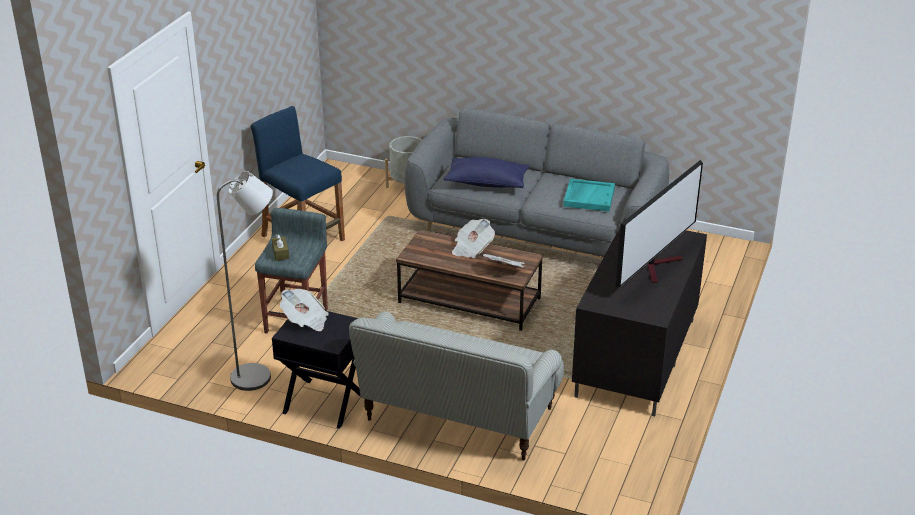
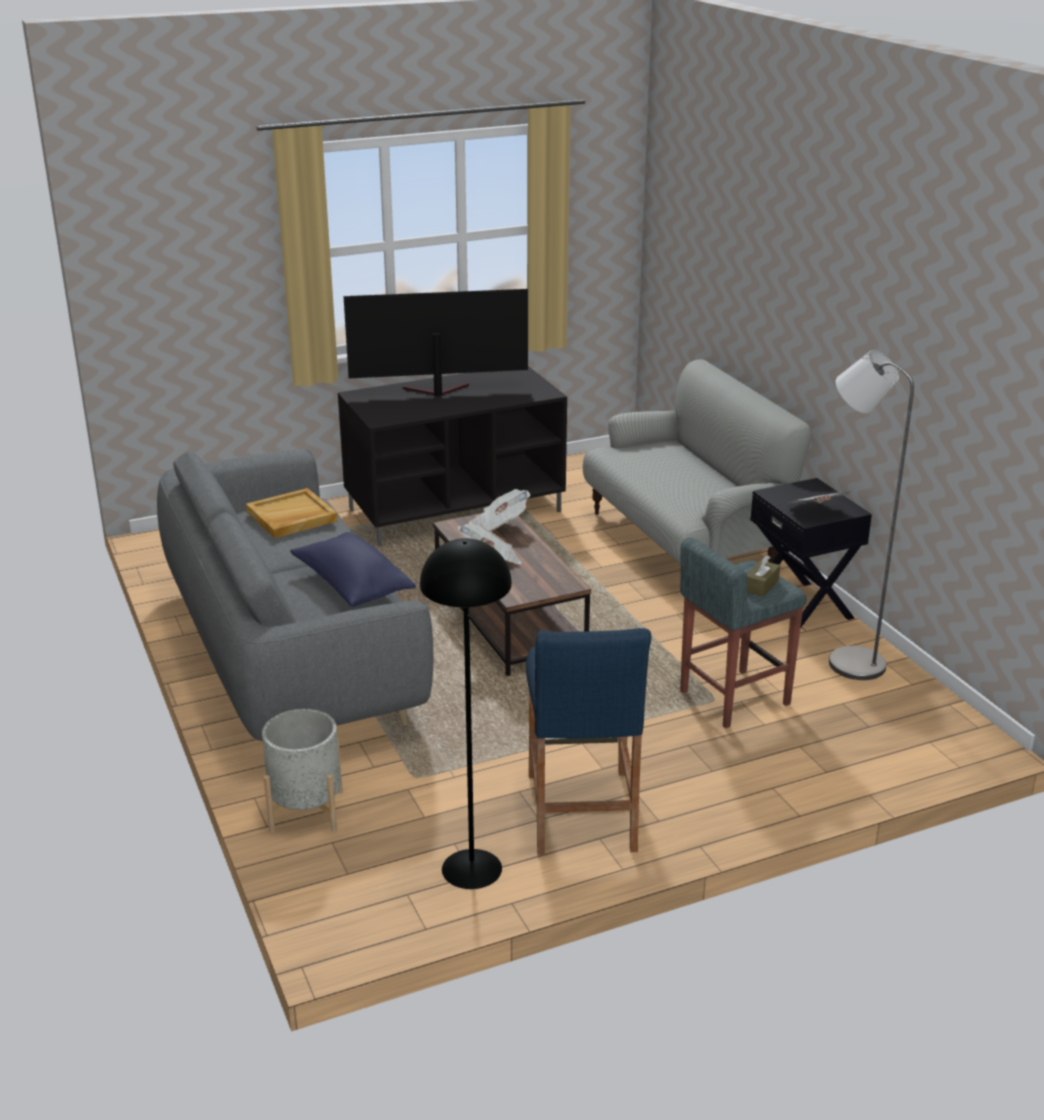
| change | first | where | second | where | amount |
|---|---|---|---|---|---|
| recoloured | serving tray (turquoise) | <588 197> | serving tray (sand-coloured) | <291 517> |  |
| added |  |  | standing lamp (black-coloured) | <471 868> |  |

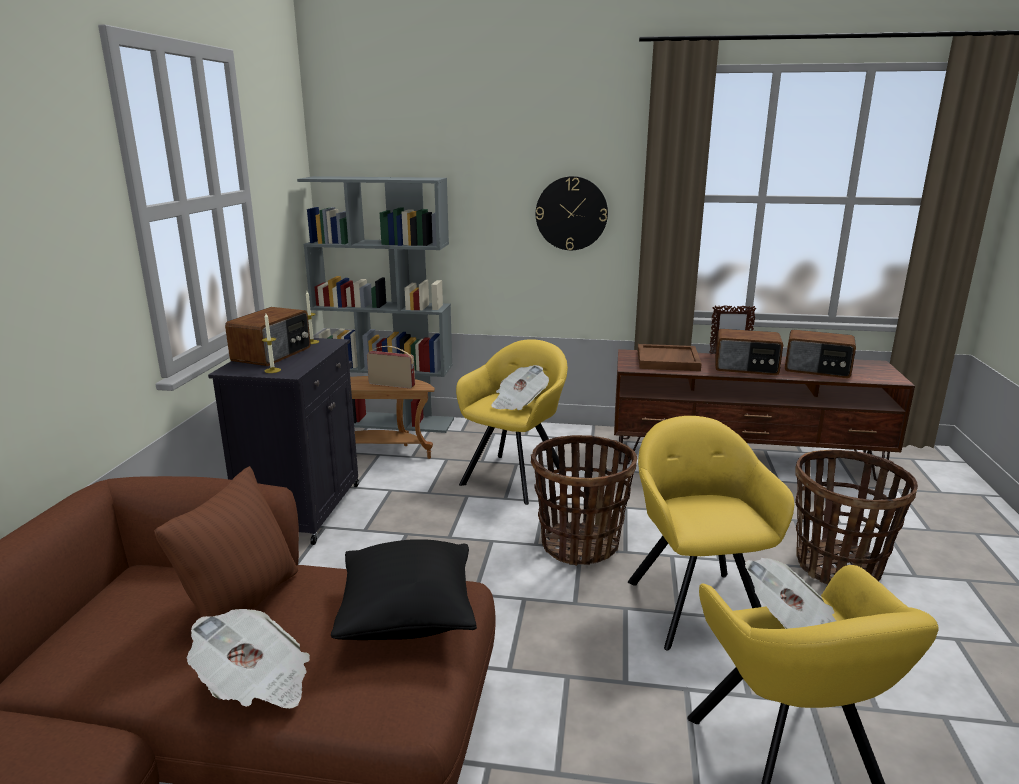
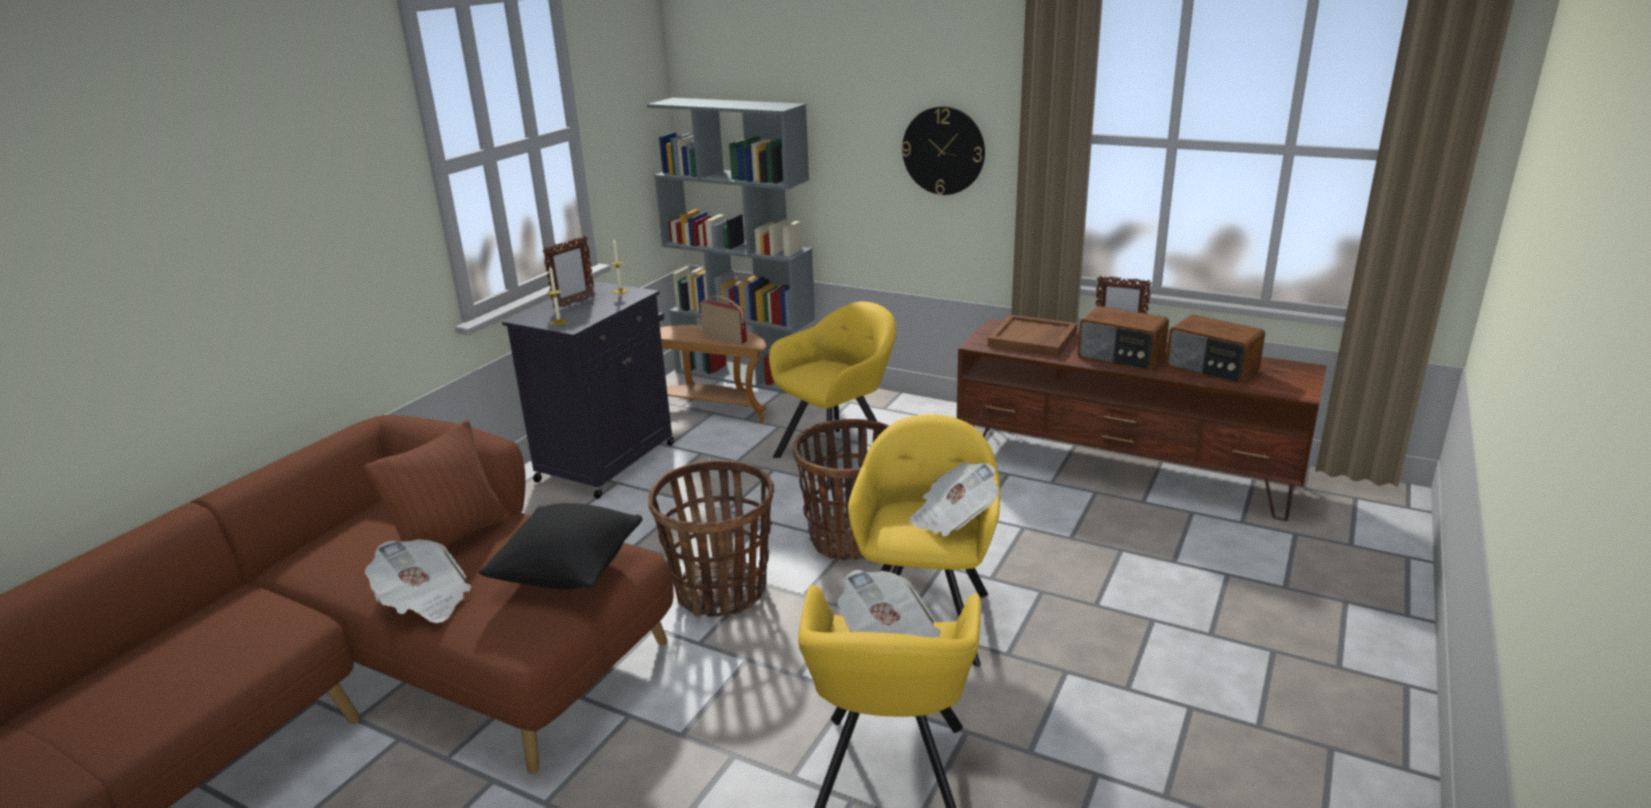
| change | first | where | second | where | amount |
|---|---|---|---|---|---|
| replaced | radio set | <273 354> | photo frame | <574 303> |  |
| moved | daily paper | <518 403> |  | <953 518> |  |
| moved | household basket | <838 567> |  | <721 591> |  |

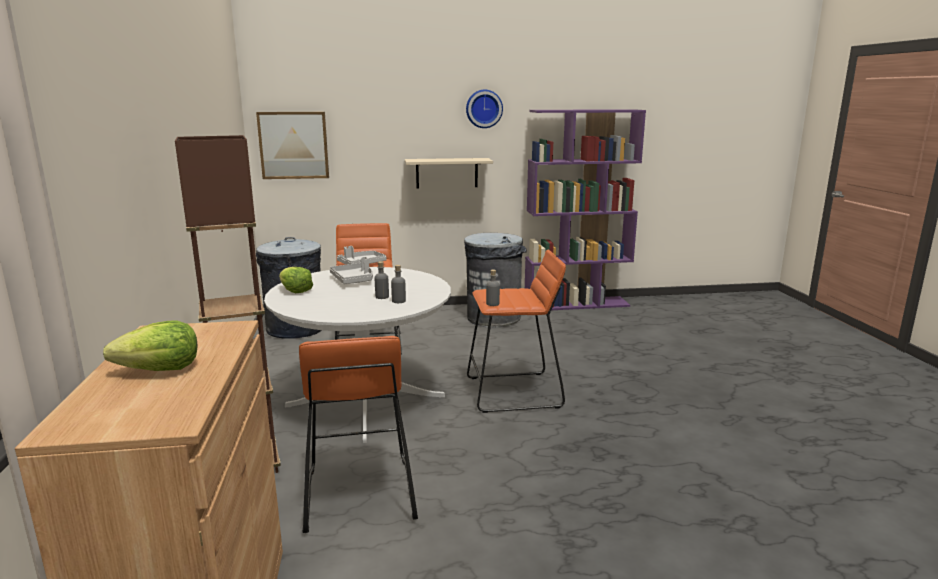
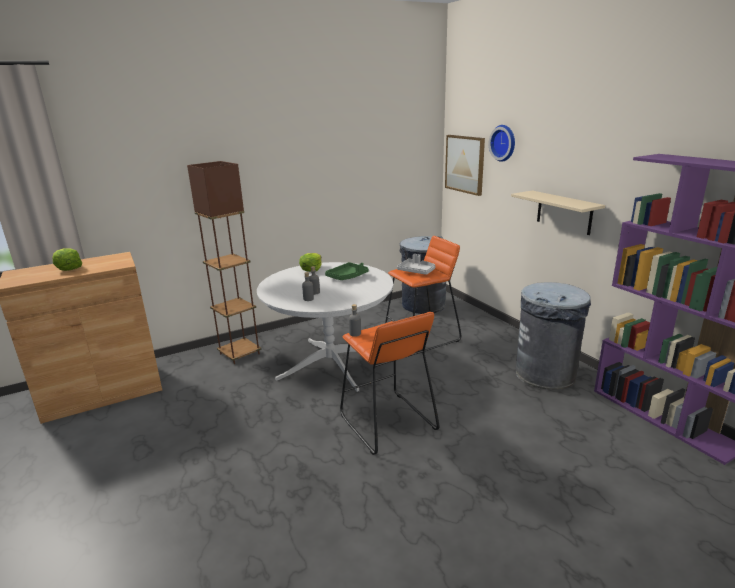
| change | first | where | second | where | amount |
|---|---|---|---|---|---|
| moved | clock on the wall | <484 109> |  | <504 143> |  |
| recoloured | serving tray (gray) | <353 280> | serving tray (green) | <347 277> |  |
| removed | stool (orange) | <358 494> |  |  |  |

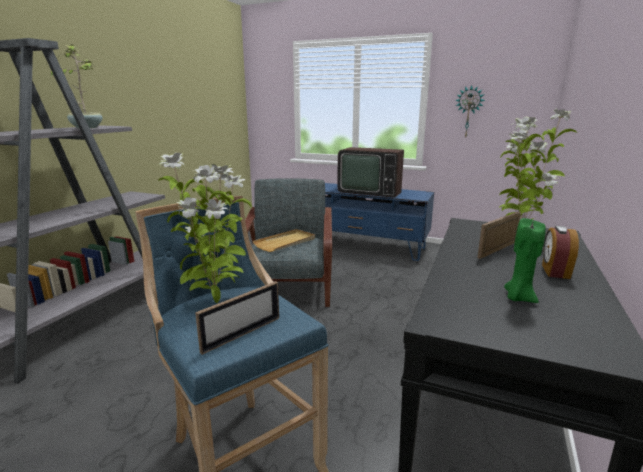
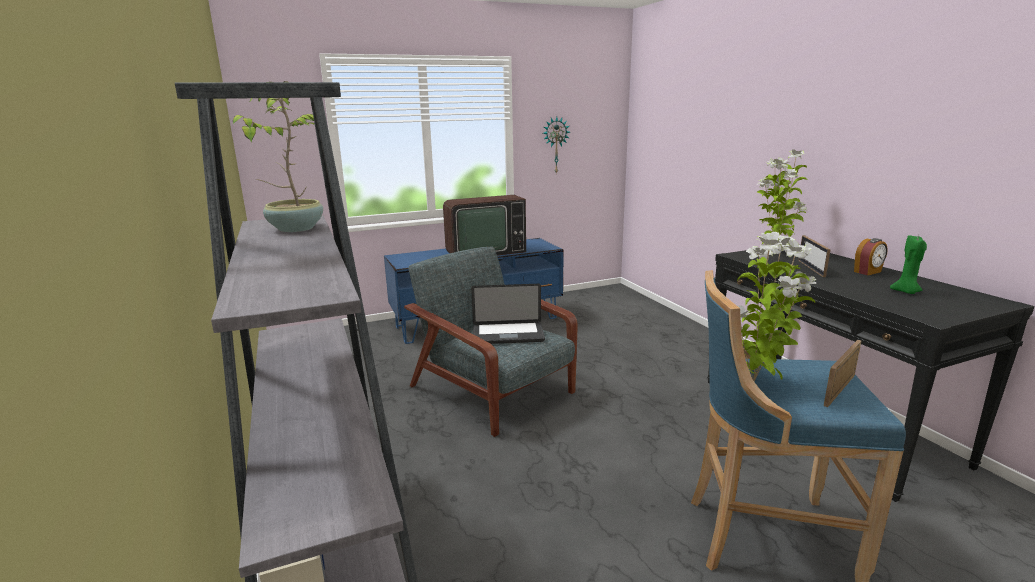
| change | first | where | second | where | amount |
|---|---|---|---|---|---|
| turned | alarm clock | <554 271> |  | <868 272> | 90 degrees counterclockwise |
| replaced | serving tray (sand-coloured) | <285 242> | notebook computer | <508 334> |  |
| turned | photo frame | <242 334> |  | <839 390> | 135 degrees counterclockwise |

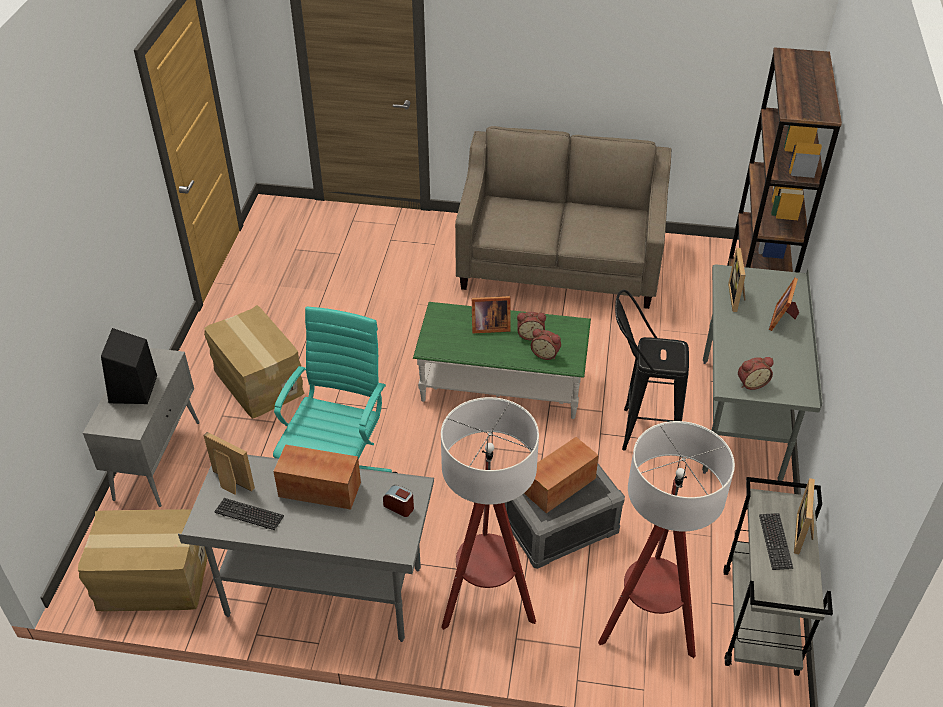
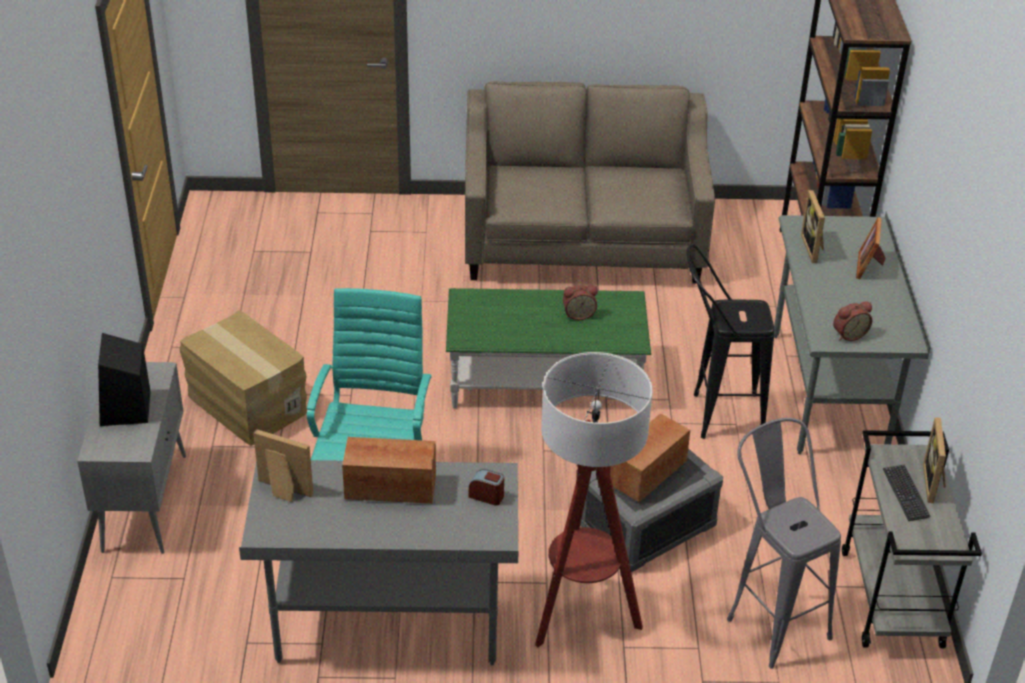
| change | first | where | second | where | amount |
|---|---|---|---|---|---|
| removed | photo frame | <488 326> |  |  |  |
| removed | alarm clock | <545 353> |  |  |  |
| replaced | standing lamp | <647 626> | stool (gray) | <769 618> |  |
| removed | keyboard | <249 515> |  |  |  |
| removed | carton | <152 581> |  |  |  |

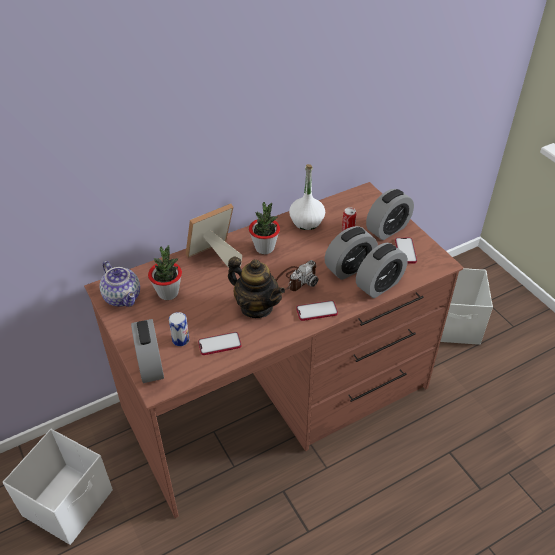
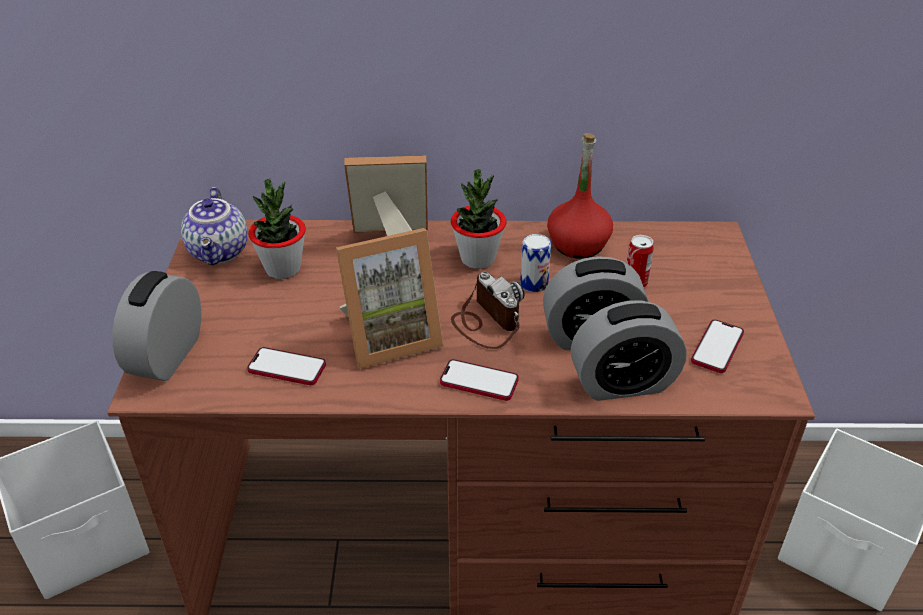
| change | first | where | second | where | amount |
|---|---|---|---|---|---|
| recoloured | bottle (white) | <306 221> | bottle (red-coloured) | <578 244> |  |
| removed | alarm clock | <387 229> |  |  |  |
| replaced | pot for tea | <256 307> | photo frame | <390 337> |  |
| turned | photo camera | <296 280> |  | <486 321> | 105 degrees counterclockwise |
| moved | can | <180 339> |  | <534 284> |  |

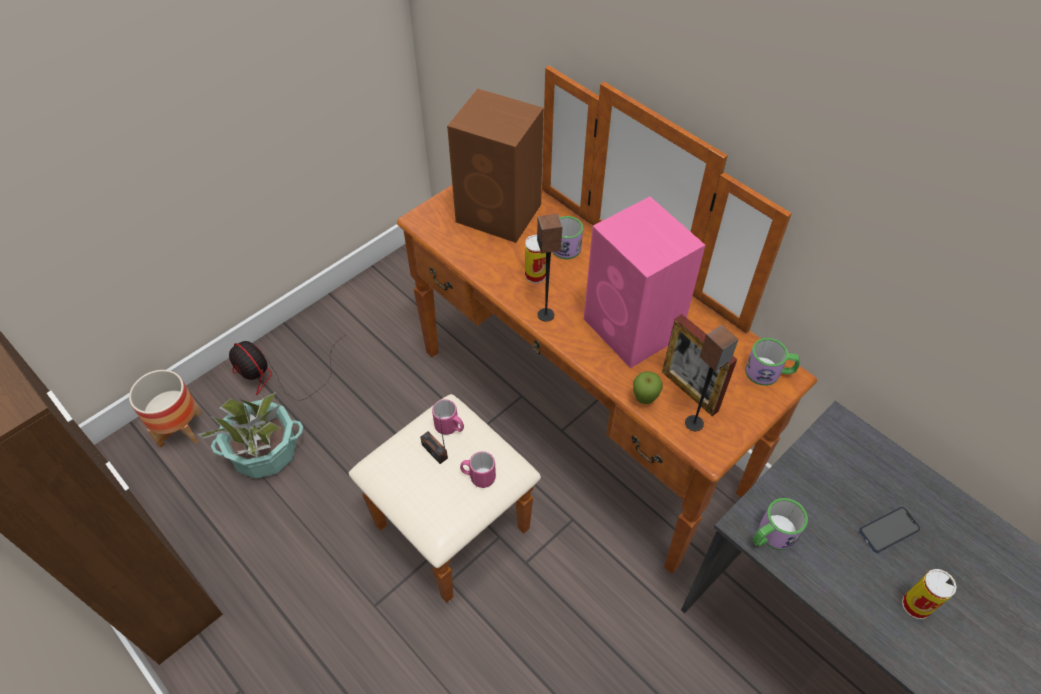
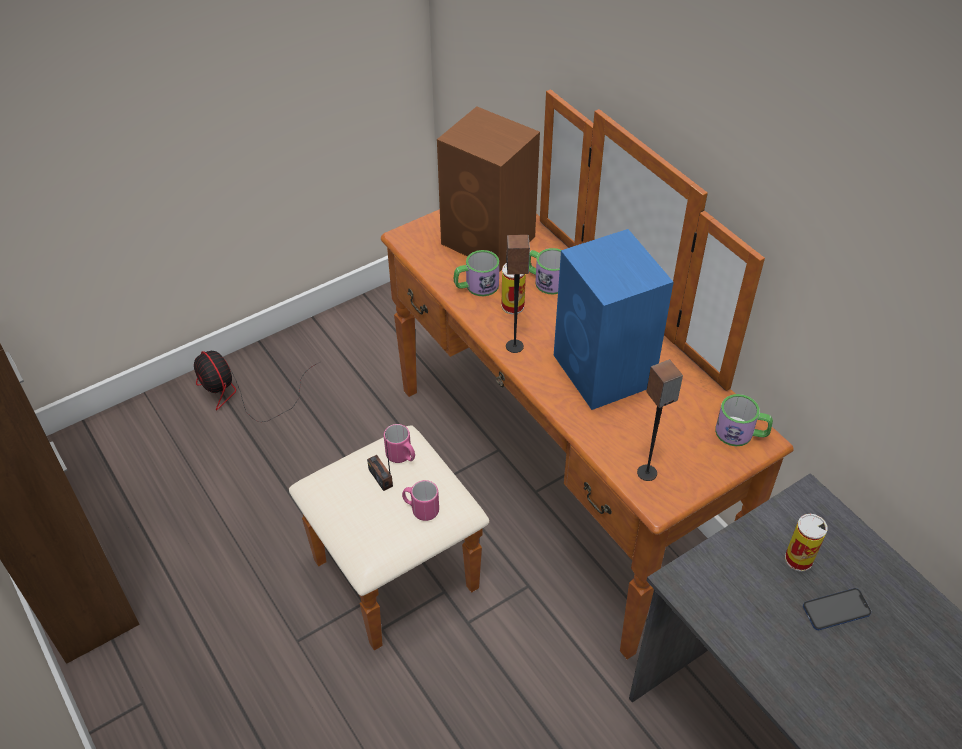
| change | first | where | second | where | amount |
|---|---|---|---|---|---|
| recoloured | speaker (pinkish) | <633 329> | speaker (blue) | <604 372> |  |
| removed | photo frame | <689 391> |  |  |  |
| removed | plant pot | <180 429> |  |  |  |
| removed | apple fruit | <644 399> |  |  |  |
| removed | houseplant | <265 452> |  |  |  |
| moved | coffee mug | <771 535> |  | <476 286> |  |
| moved | can | <916 605> |  | <798 559> |  |

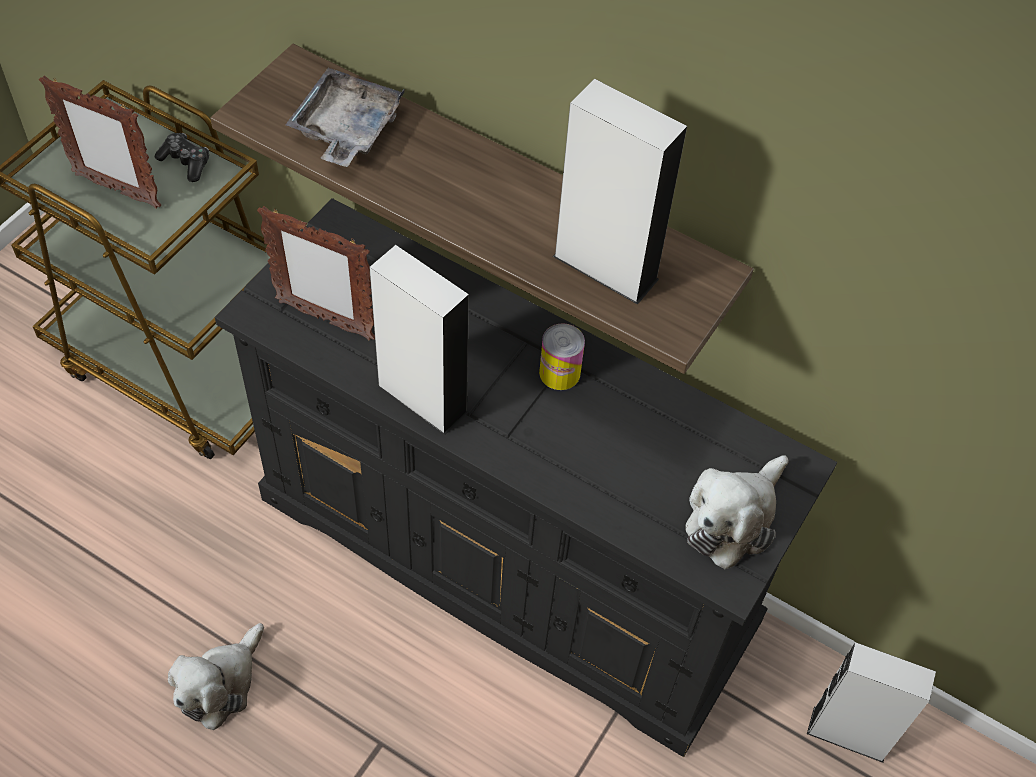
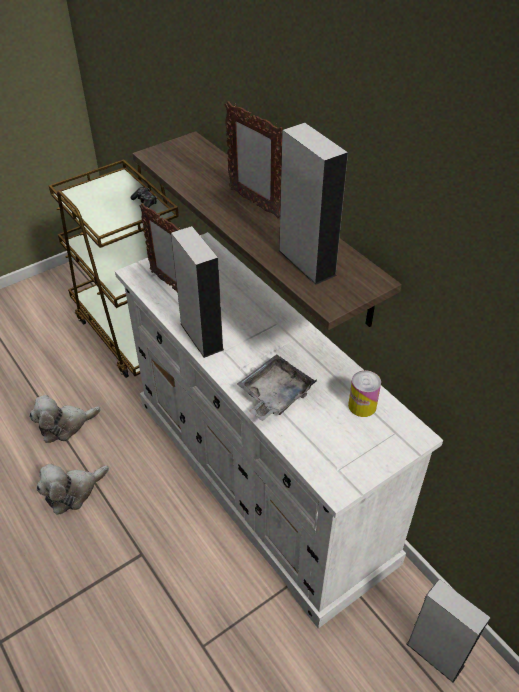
| change | first | where | second | where | amount |
|---|---|---|---|---|---|
| moved | serving tray (gray) | <346 130> |  | <274 395> |  |
| moved | photo frame | <116 190> |  | <254 203> |  |
| recoloured | drawer chest (black-coloured) | <509 561> | drawer chest (white) | <261 478> |  |
| moved | can | <559 373> |  | <362 406> |  |
| moved | plush toy | <732 519> |  | <65 425> |  |

